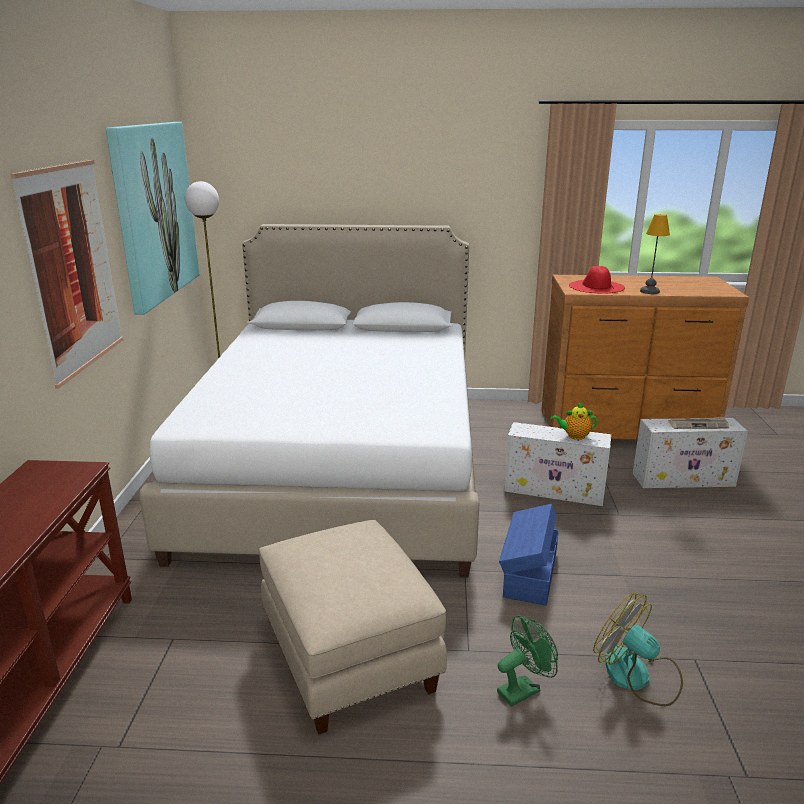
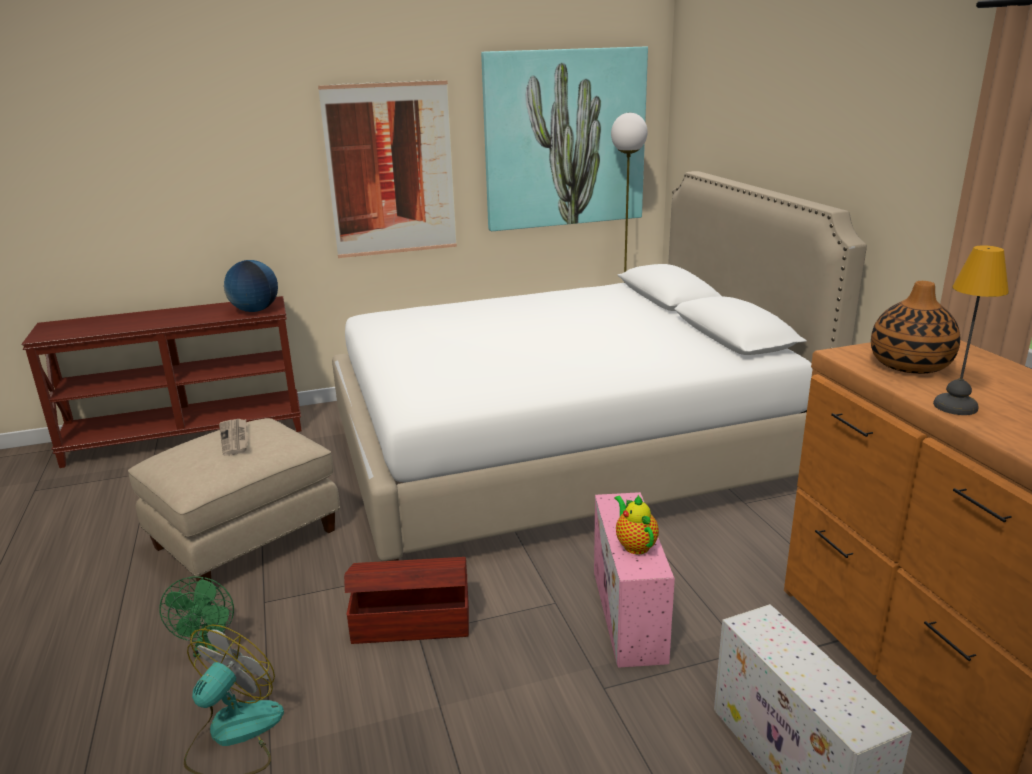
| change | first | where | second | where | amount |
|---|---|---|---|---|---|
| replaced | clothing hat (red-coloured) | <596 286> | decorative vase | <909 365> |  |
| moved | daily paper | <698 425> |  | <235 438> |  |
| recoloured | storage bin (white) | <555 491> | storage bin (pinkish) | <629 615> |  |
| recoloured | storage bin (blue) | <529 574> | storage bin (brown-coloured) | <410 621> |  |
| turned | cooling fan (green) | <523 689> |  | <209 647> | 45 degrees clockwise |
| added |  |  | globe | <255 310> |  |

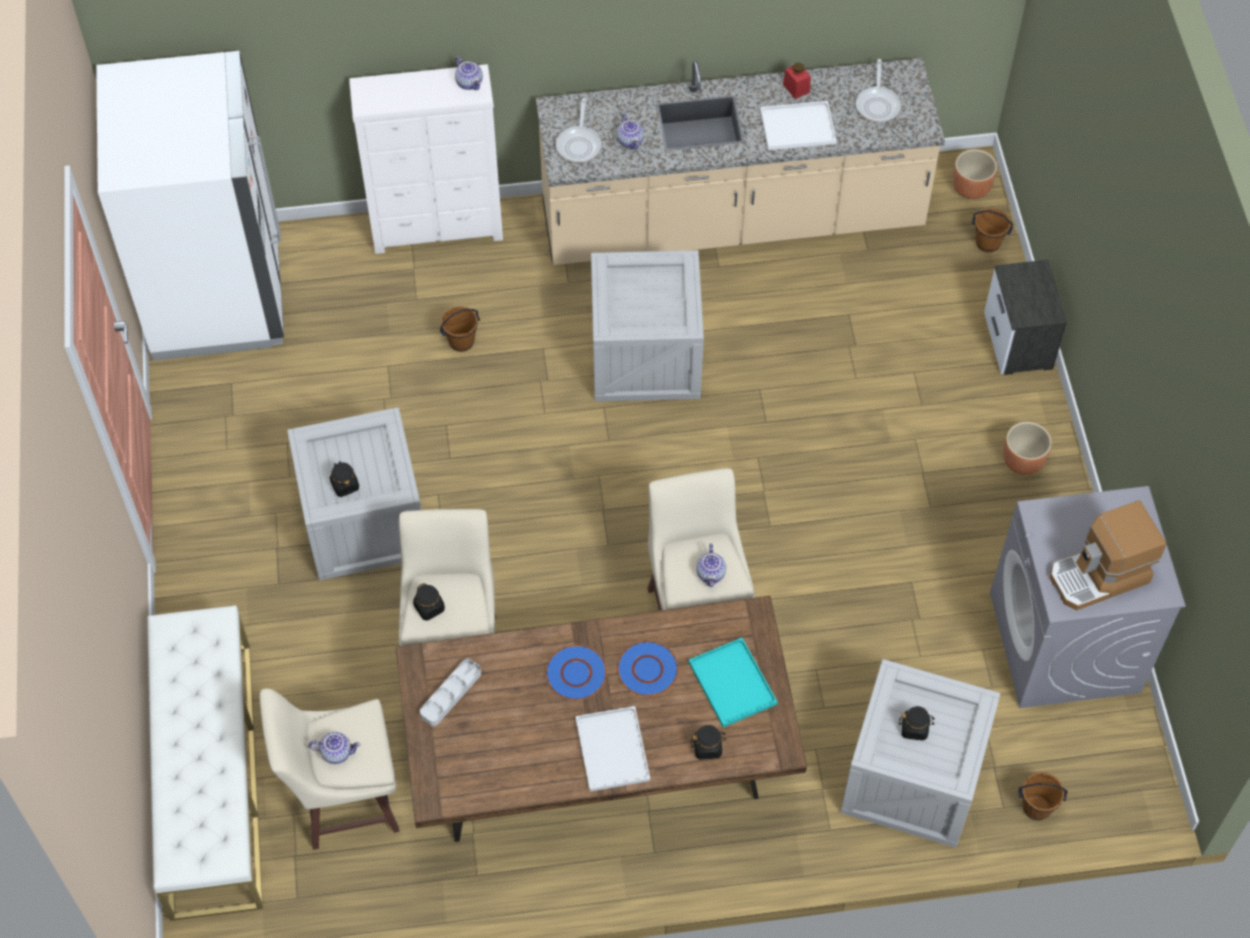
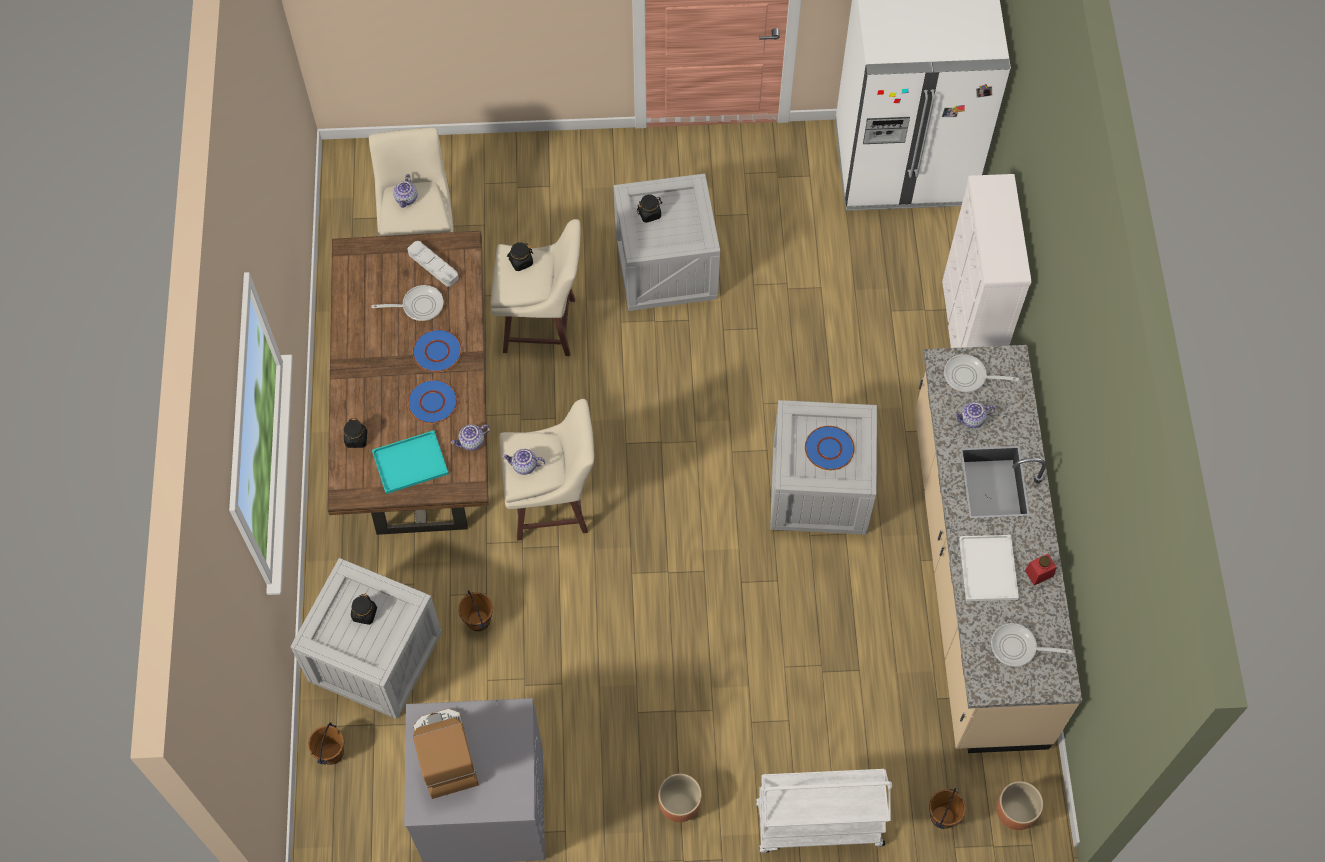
| change | first | where | second | where | amount |
|---|---|---|---|---|---|
| moved | pot for tea | <470 83> |  | <472 442> |  |
| replaced | night table | <1018 342> | wheeled cart (white) | <818 825> |  |
| moved | pail (brown-coloured) | <461 341> |  | <479 620> |  |
| removed | long seat (white) | <211 778> |  |  |  |
| removed | serving tray (white) | <611 748> |  |  |  |
| added |  |  | frying pan | <419 305> |  |
| added |  |  | plate (blue) | <829 448> |  |

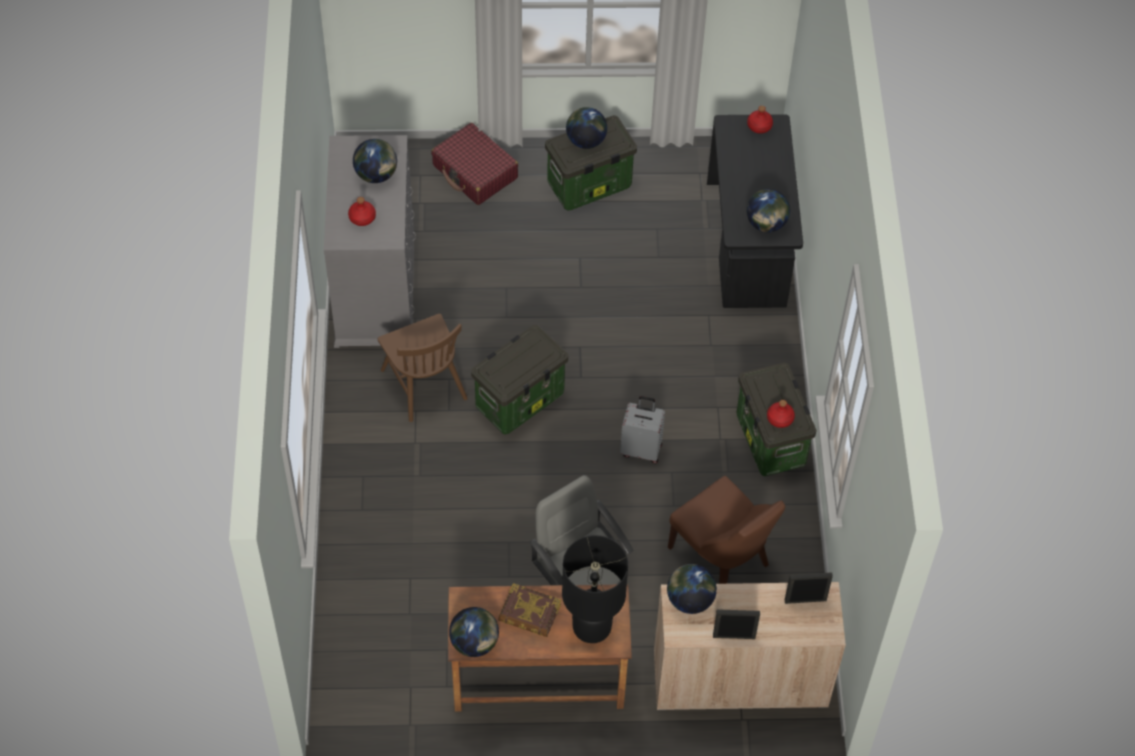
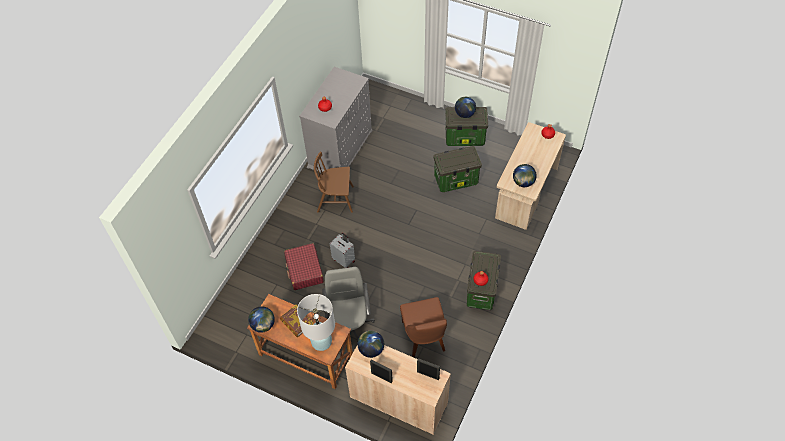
| change | first | where | second | where | amount |
|---|---|---|---|---|---|
| recoloured | desk unit (black-coloured) | <749 244> | desk unit (sand-coloured) | <525 193> |  |
| moved | piece of luggage (red-coloured) | <475 172> |  | <304 270> |  |
| removed | globe | <376 175> |  |  |  |
| turned | chair (brown-coloured) | <424 384> |  | <336 199> | 90 degrees clockwise |
| moved | storage bin | <520 400> |  | <456 180> |  |
| moved | piece of luggage (gray) | <641 449> |  | <344 260> |  |
| recoloured | table lamp (black-coloured) | <592 627> | table lamp (white) | <321 342> |  |

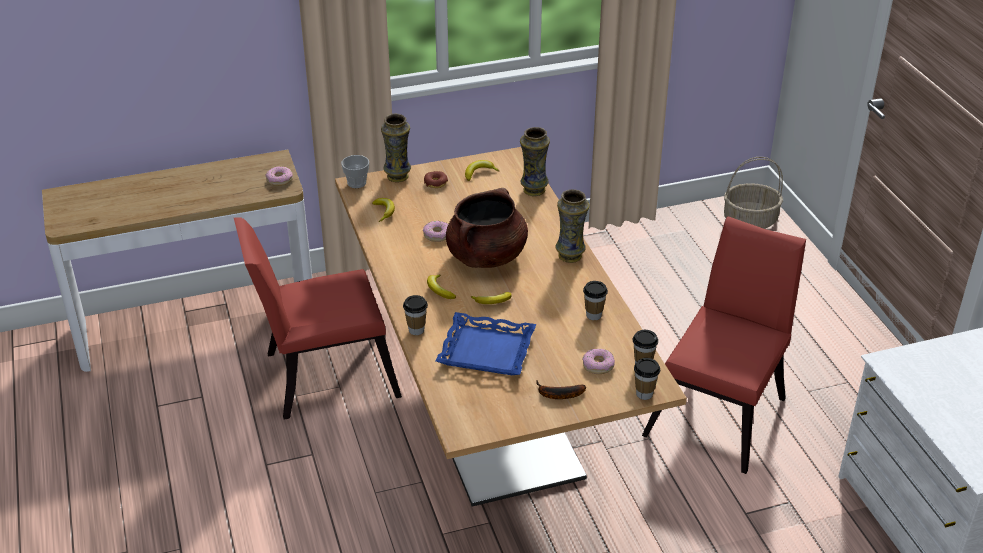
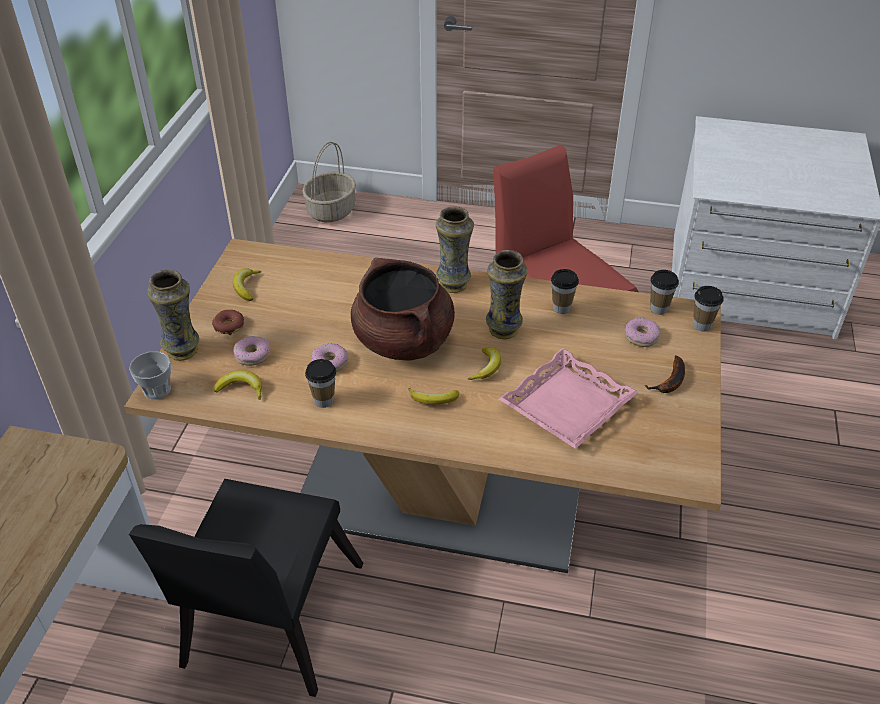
| change | first | where | second | where | amount |
|---|---|---|---|---|---|
| moved | decorative vase | <533 190> |  | <503 330> |  |
| moved | ring doughnut | <279 180> |  | <252 355> |  |
| recoloured | chair (red-coloured) | <322 375> | chair (black-coloured) | <267 624> |  |
| moved | cup | <416 330> |  | <324 400> |  |
| recoloured | serving tray (blue) | <487 350> | serving tray (pinkish) | <566 404> |  |

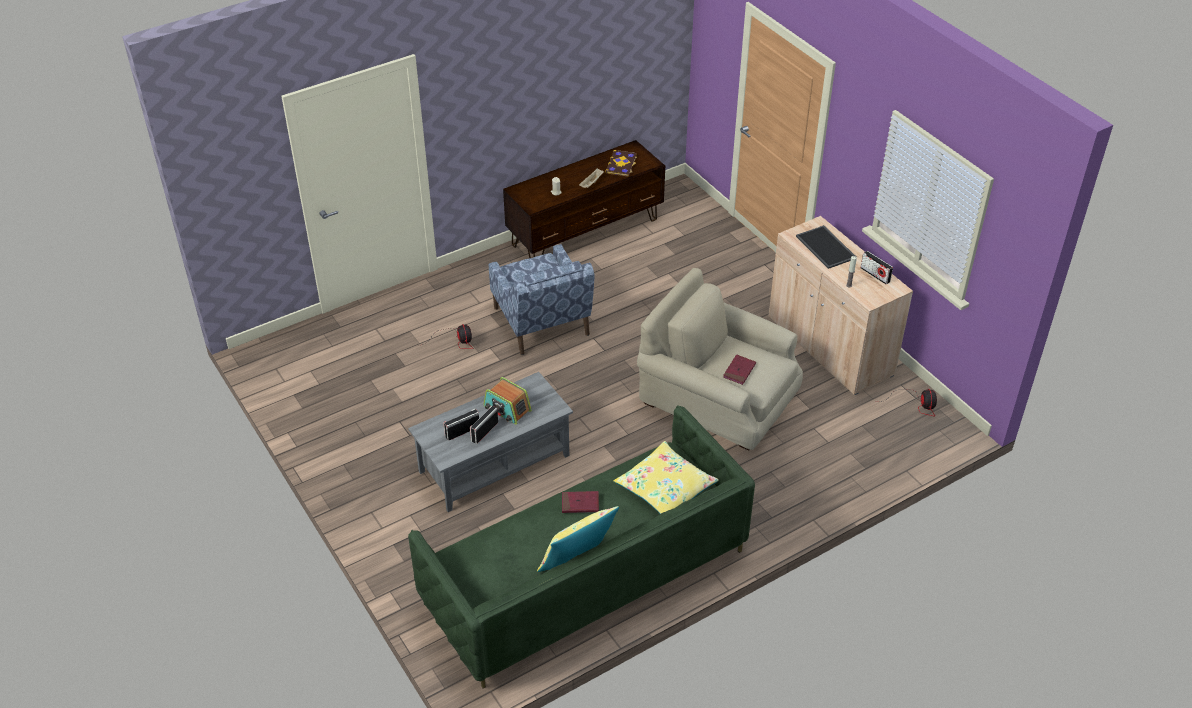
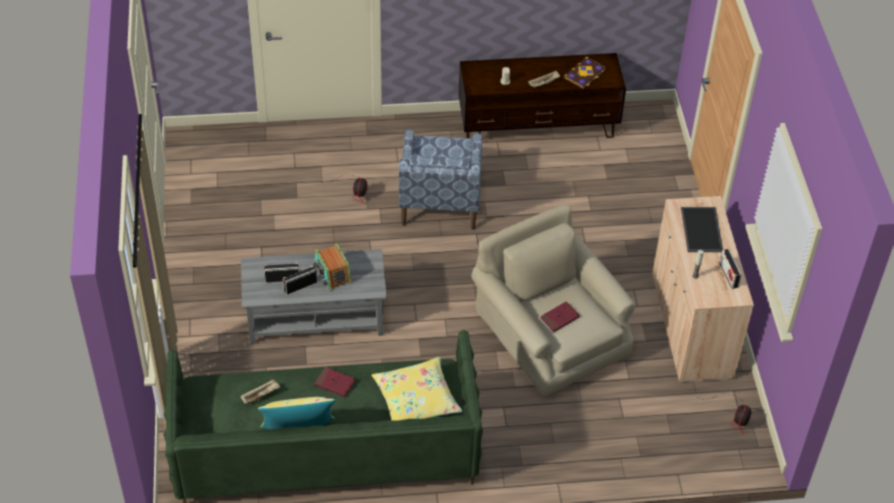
| change | first | where | second | where | amount |
|---|---|---|---|---|---|
| added |  |  | serving tray (sand-coloured) | <260 395> |  |

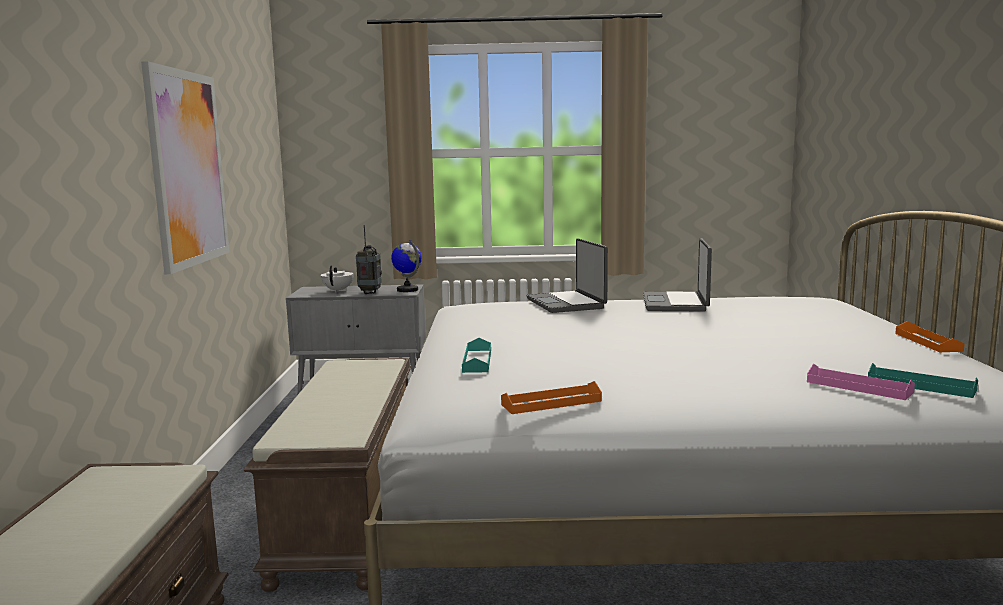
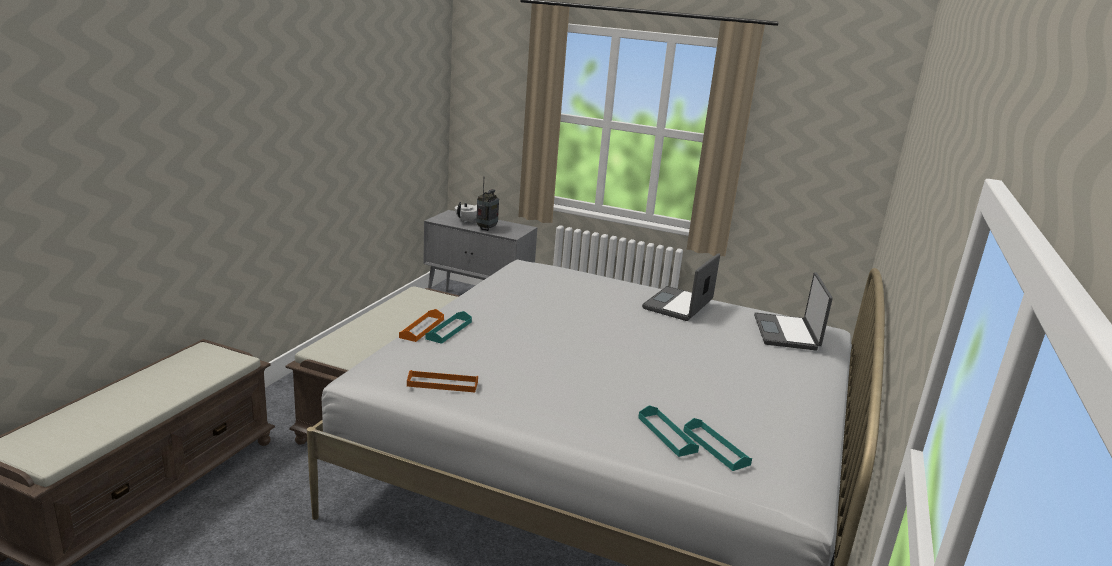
| change | first | where | second | where | amount |
|---|---|---|---|---|---|
| removed | picture | <187 168> |  |  |  |
| moved | notebook computer | <567 303> |  | <787 333> |  |
| removed | globe | <407 290> |  |  |  |
| moved | serving tray (orange) | <927 342> |  | <422 328> |  |
| recoloured | serving tray (pinkish) | <859 387> | serving tray (turquoise) | <667 434> |  |

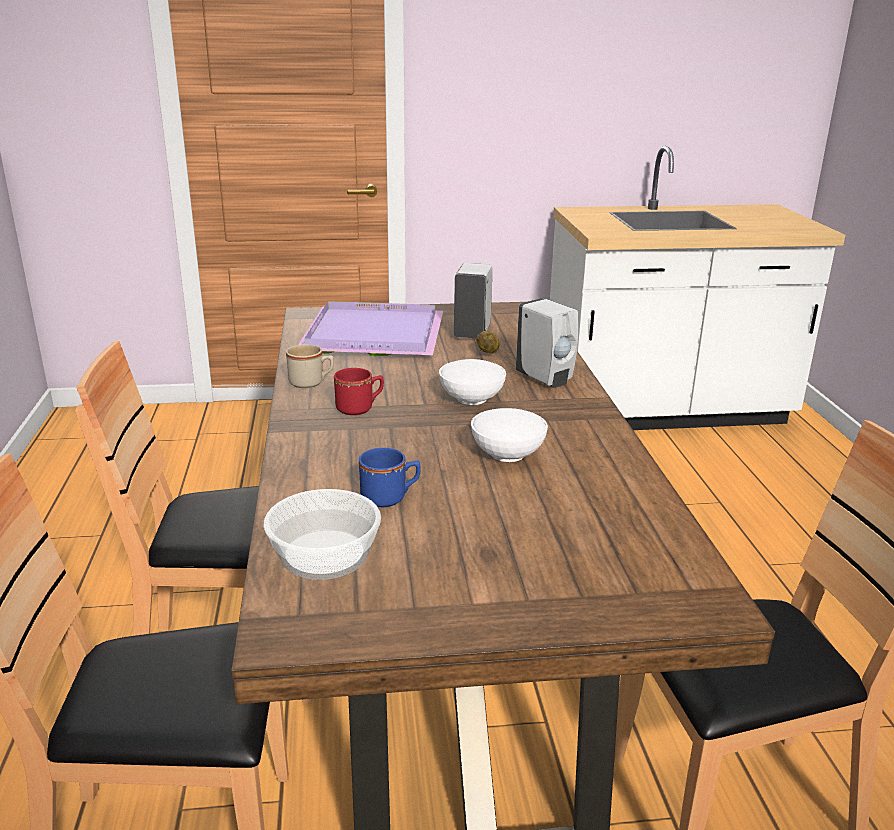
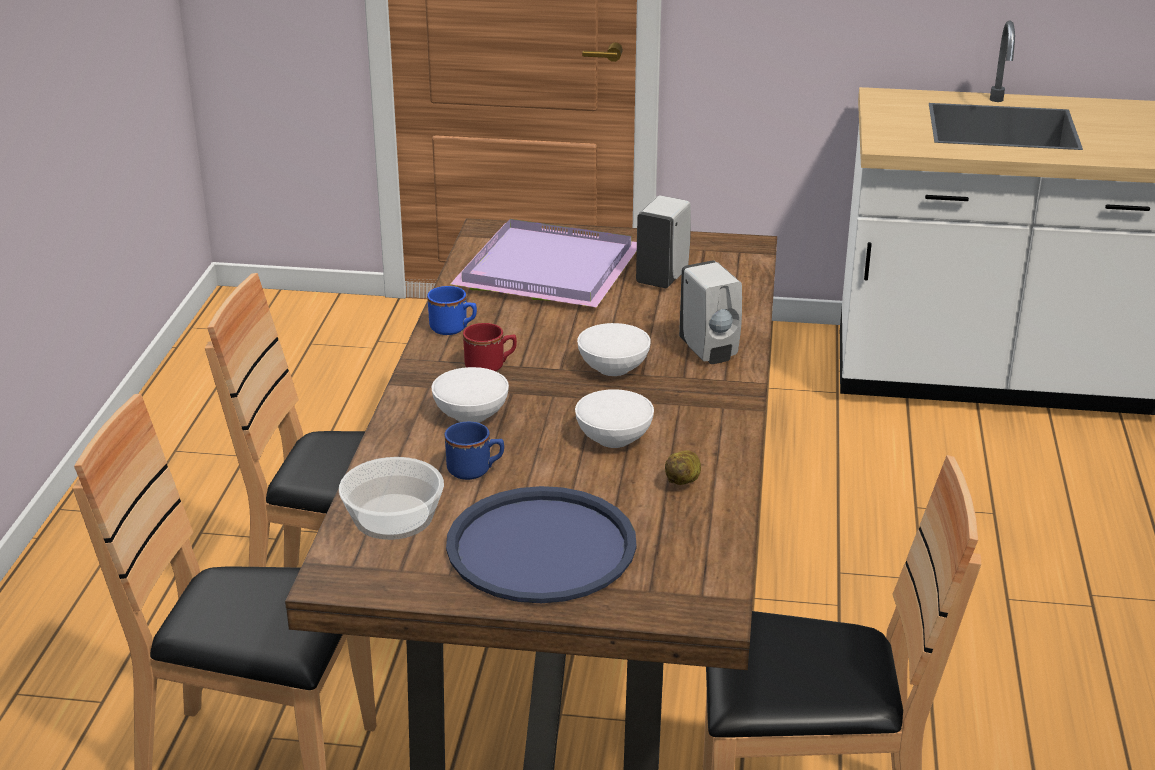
| change | first | where | second | where | amount |
|---|---|---|---|---|---|
| moved | whole potato | <488 353> |  | <683 480> |  |
| recoloured | coffee mug (sand-coloured) | <311 383> | coffee mug (blue) | <453 329> |  |
| added |  |  | serving bowl (white) | <470 415> |  |
| added |  |  | serving tray (blue) | <541 547> |  |

